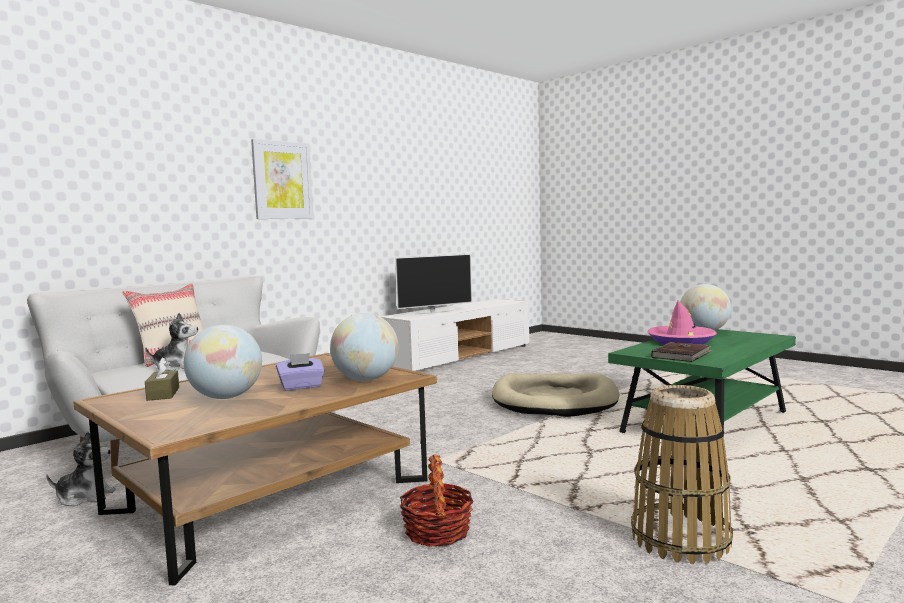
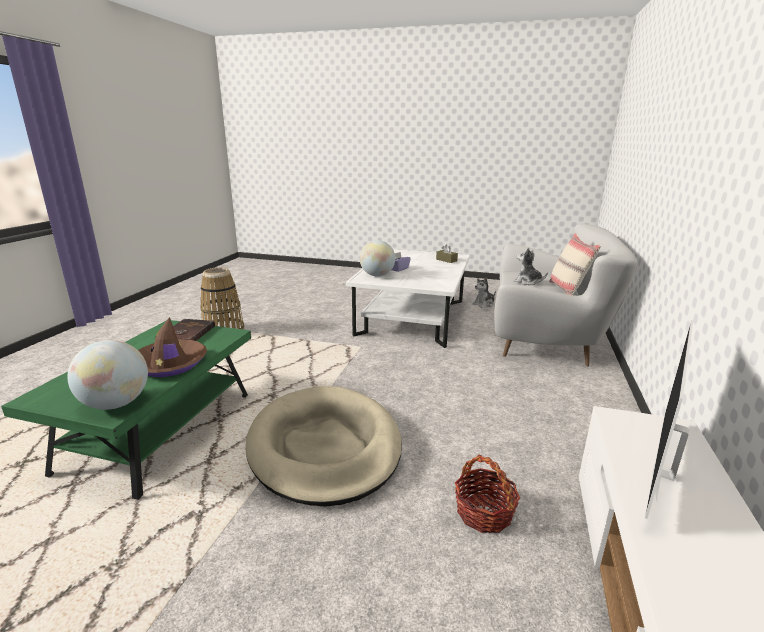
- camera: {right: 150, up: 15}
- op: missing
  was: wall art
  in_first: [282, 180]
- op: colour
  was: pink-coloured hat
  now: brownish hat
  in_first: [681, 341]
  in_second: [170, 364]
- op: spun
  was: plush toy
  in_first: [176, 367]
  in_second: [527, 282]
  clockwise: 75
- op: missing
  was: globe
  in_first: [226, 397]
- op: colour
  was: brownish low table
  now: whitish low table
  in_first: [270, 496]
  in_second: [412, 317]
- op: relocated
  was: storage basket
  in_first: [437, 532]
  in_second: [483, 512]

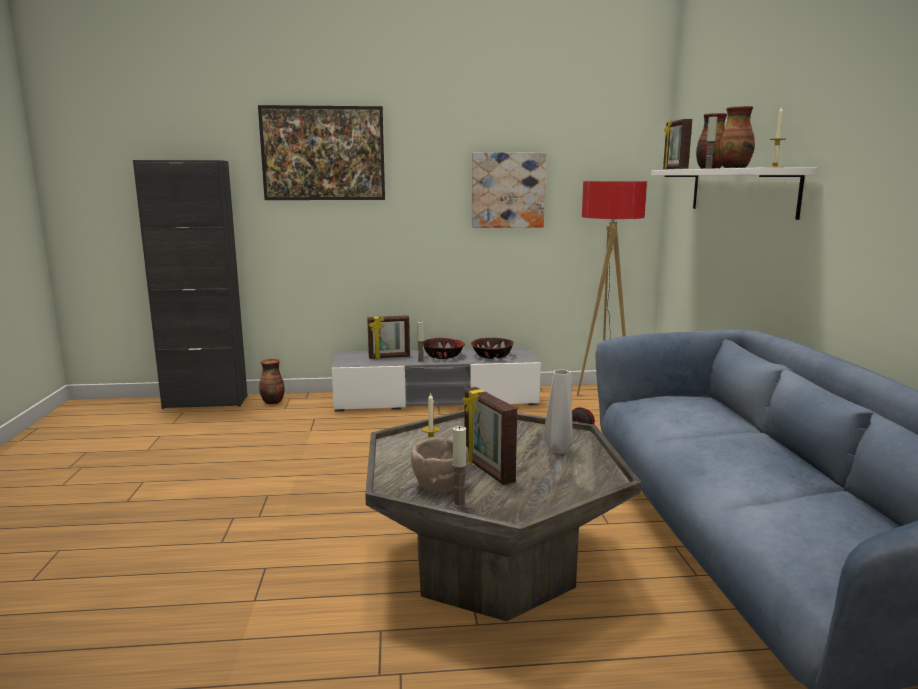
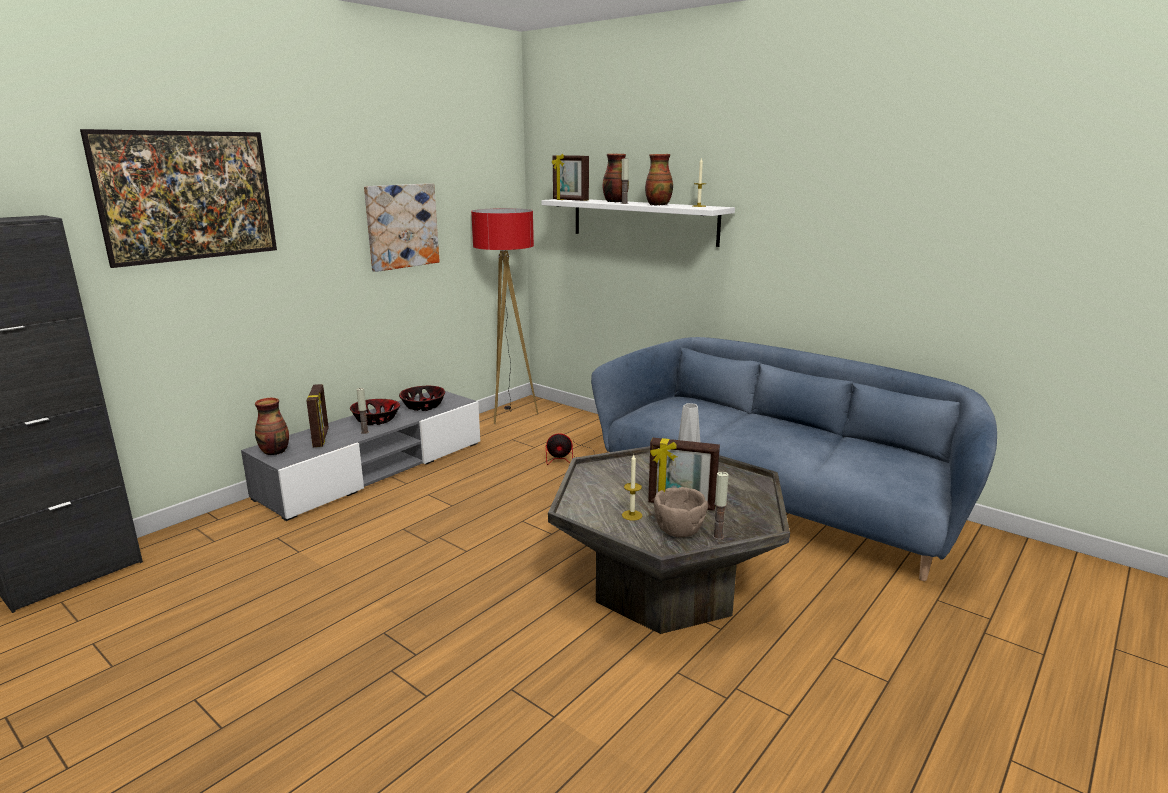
- camera: {right: -45, up: 5}
- op: spun
  was: photo frame
  in_first: [389, 357]
  in_second: [321, 438]
  clockwise: -45
- op: relocated
  was: decorative vase
  in_first: [273, 402]
  in_second: [275, 451]

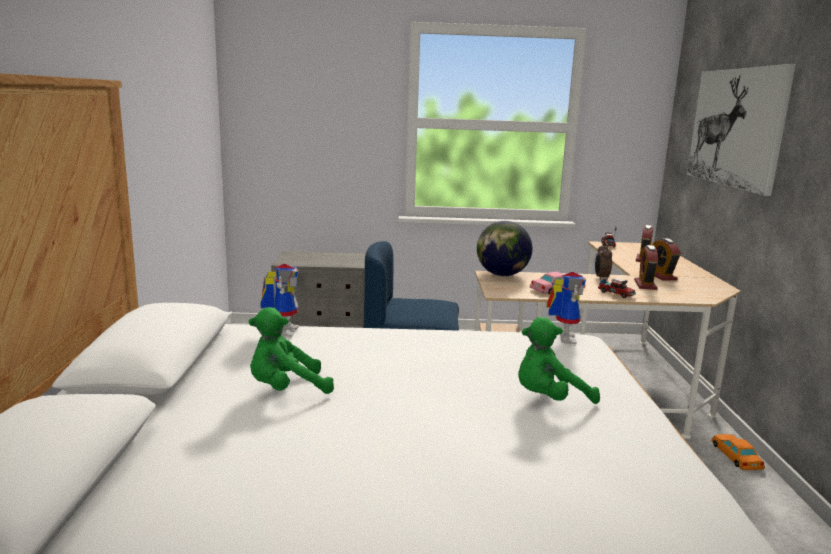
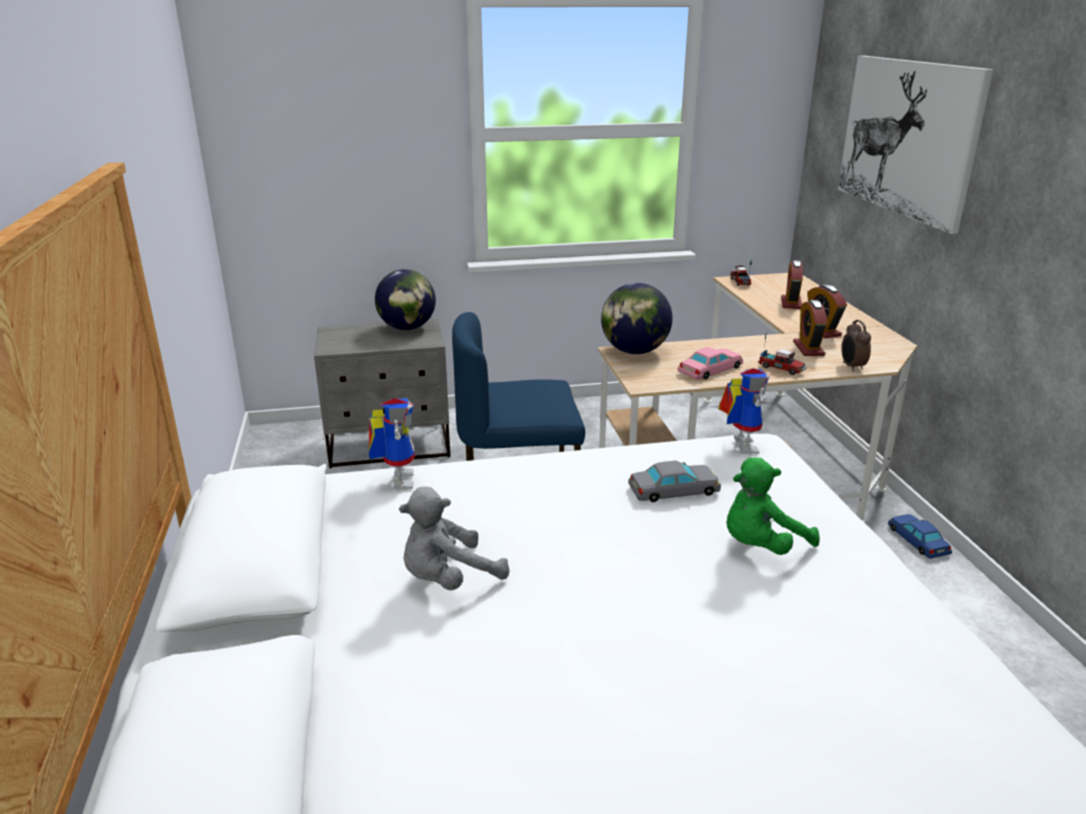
- camera: {right: -10, up: 10}
- op: relocated
  was: table clock
  in_first: [601, 278]
  in_second: [852, 367]
- op: colour
  was: greenish plush toy
  now: grey plush toy
  in_first: [286, 390]
  in_second: [448, 579]
- op: colour
  was: orange miniature car
  now: bluish miniature car
  in_first: [736, 456]
  in_second: [917, 540]
- op: appeared
  now: globe
  in_second: [407, 328]
- op: appeared
  now: grey miniature car
  in_second: [674, 489]

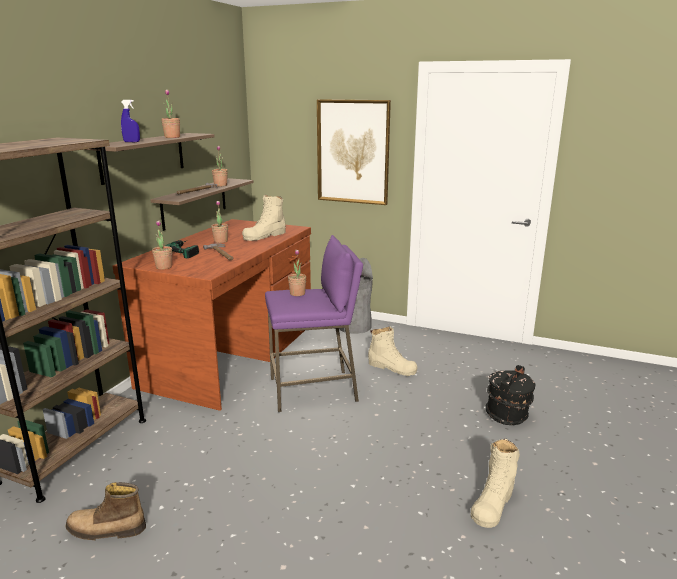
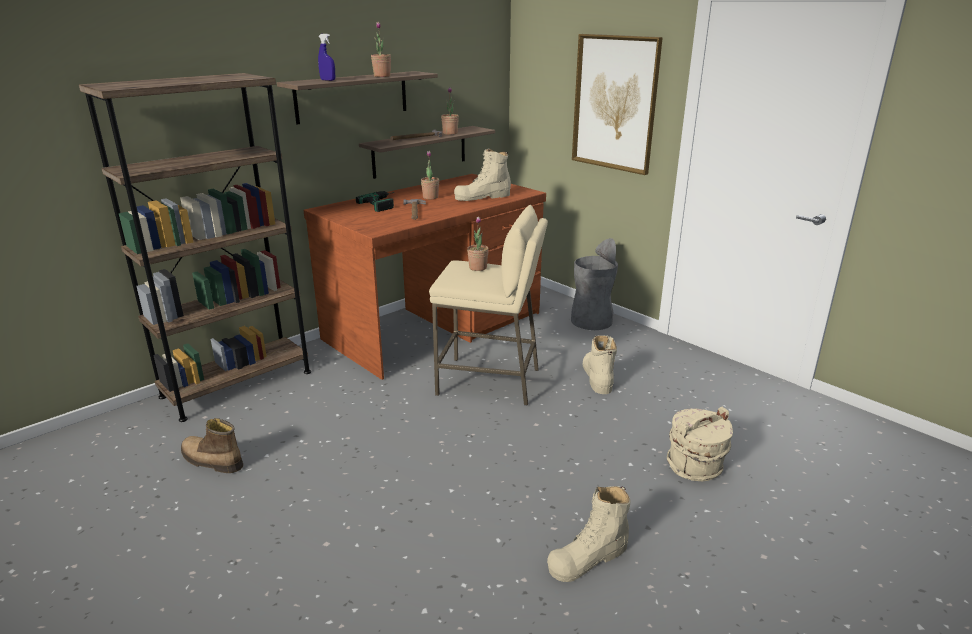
- camera: {right: 25, up: 5}
- op: missing
  was: potted plant
  in_first: [164, 267]
- op: colour
  was: purple sitting stool
  now: beige sitting stool
  in_first: [313, 390]
  in_second: [489, 381]
- op: spun
  was: beige boot
  in_first: [392, 367]
  in_second: [597, 377]
  clockwise: -150
- op: colour
  was: black-coloured pail
  now: beige pail
  in_first: [507, 415]
  in_second: [695, 467]

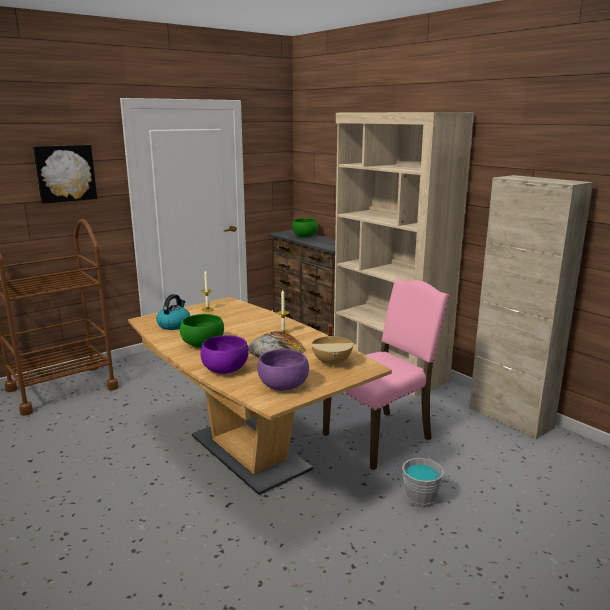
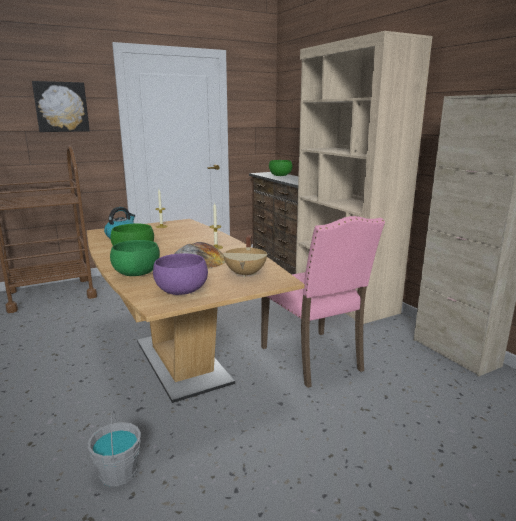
- camera: {right: 10, up: 0}
- op: spun
  was: pink-coloured chair
  in_first: [380, 437]
  in_second: [314, 359]
  clockwise: 90
- op: colour
  was: purple bowl
  now: greenish bowl
  in_first: [225, 369]
  in_second: [136, 273]
- op: relocated
  was: grey pail
  in_first: [421, 498]
  in_second: [119, 472]

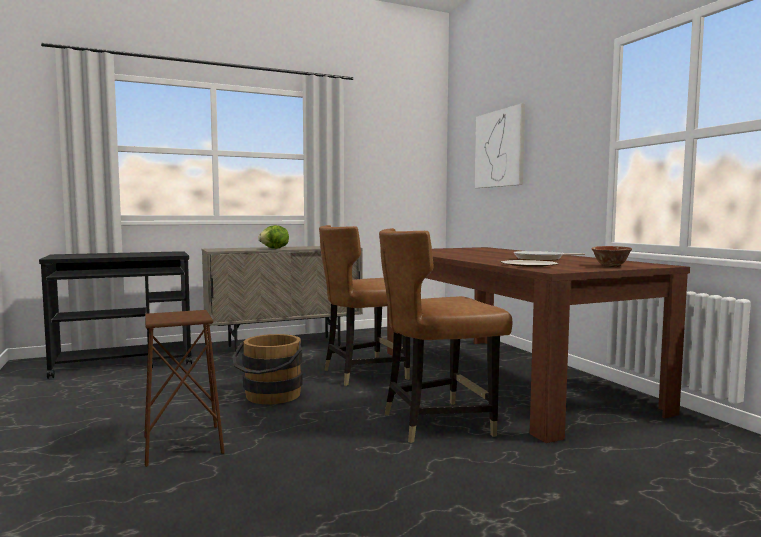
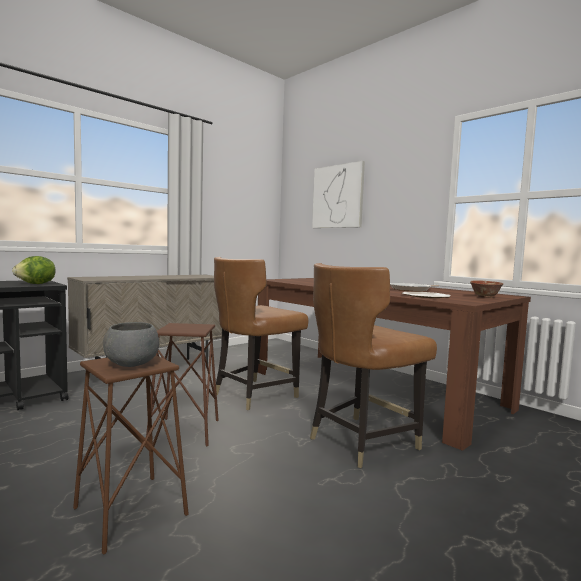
- camera: {right: -20, up: 0}
- op: relocated
  was: head of lettuce
  in_first: [275, 248]
  in_second: [36, 284]
- op: exchanged
  was: brownish pail
  now: brownish sitting stool
  in_first: [270, 397]
  in_second: [184, 431]
- op: appeared
  now: grey bowl
  in_second: [131, 365]

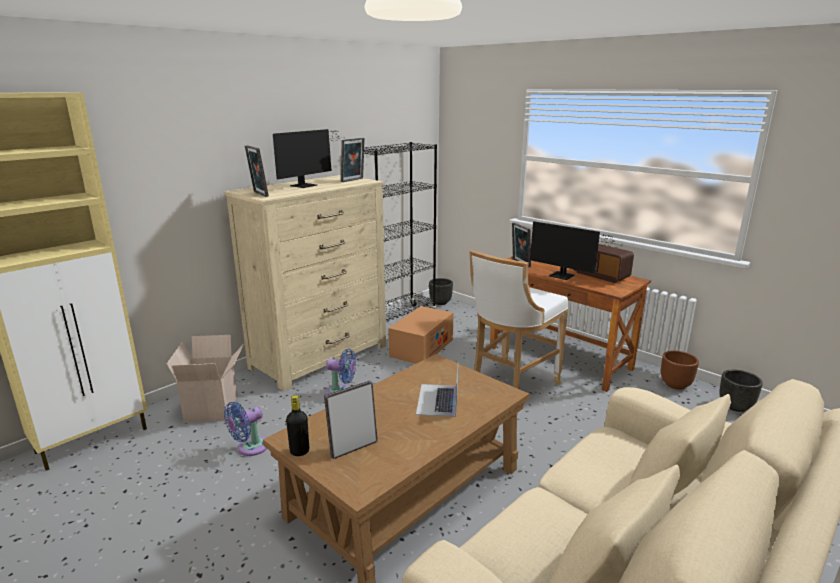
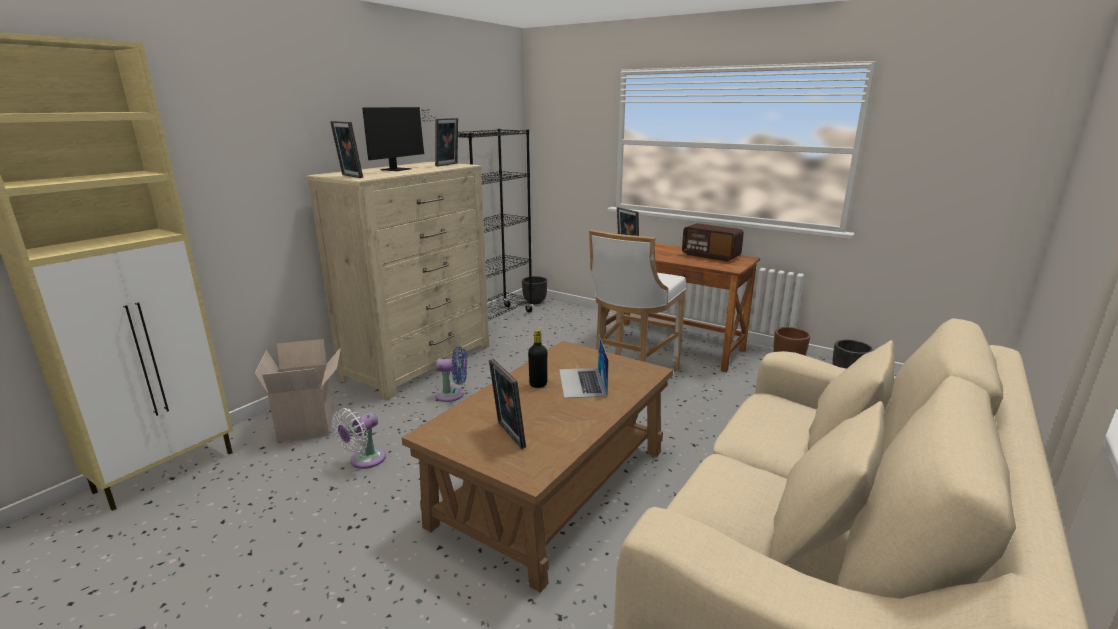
- camera: {right: -10, up: 0}
- op: missing
  was: monitor
  in_first: [564, 276]
- op: missing
  was: carton
  in_first: [421, 348]
- op: spun
  was: photo frame
  in_first: [353, 447]
  in_second: [508, 435]
  clockwise: -75
- op: relocated
  was: black-coloured bottle
  in_first: [299, 451]
  in_second: [538, 384]
- op: colour
  was: bluish cooling fan
  now: whitish cooling fan
  in_first: [250, 448]
  in_second: [364, 460]

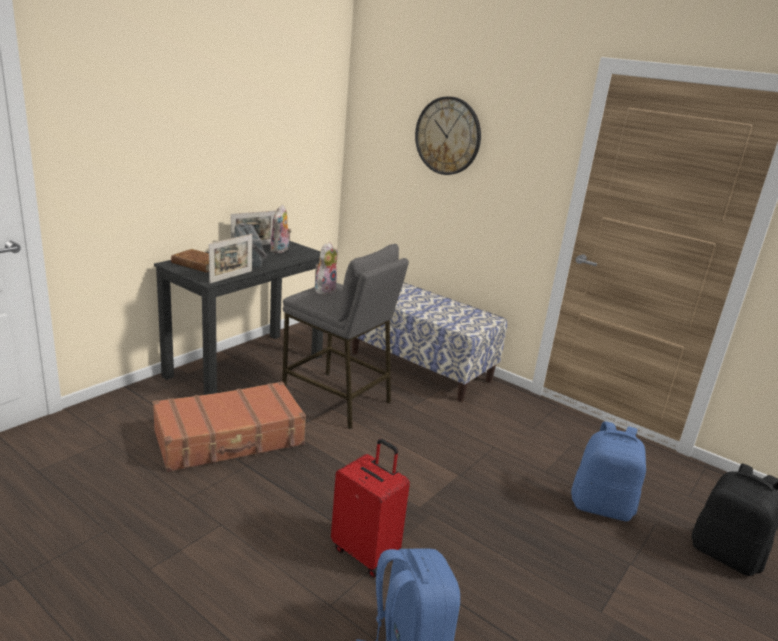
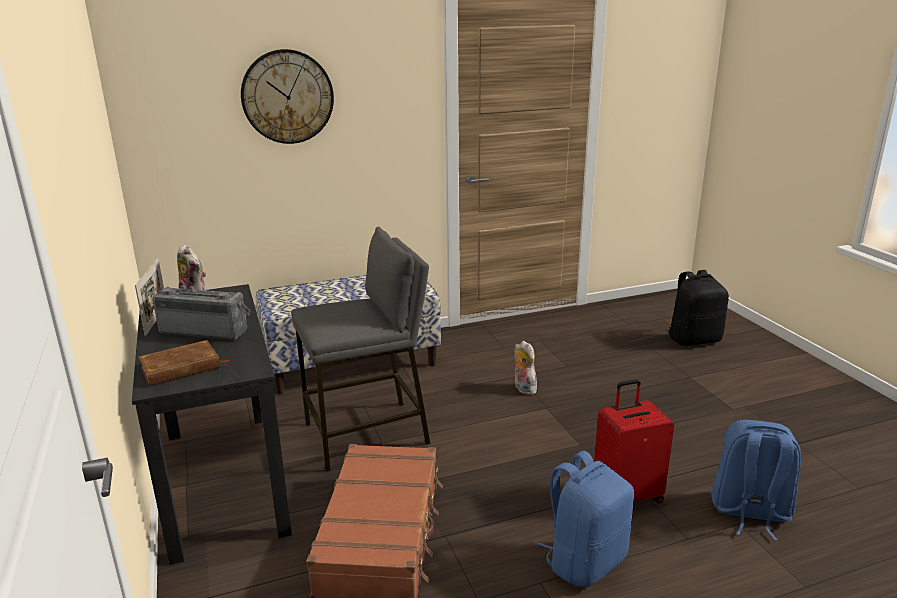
- camera: {right: -55, up: 0}
- op: missing
  was: photo frame
  in_first: [231, 277]
- op: relocated
  was: plush toy
  in_first: [324, 290]
  in_second: [523, 388]
- op: relocated
  was: bluish rucksack
  in_first: [602, 506]
  in_second: [584, 561]

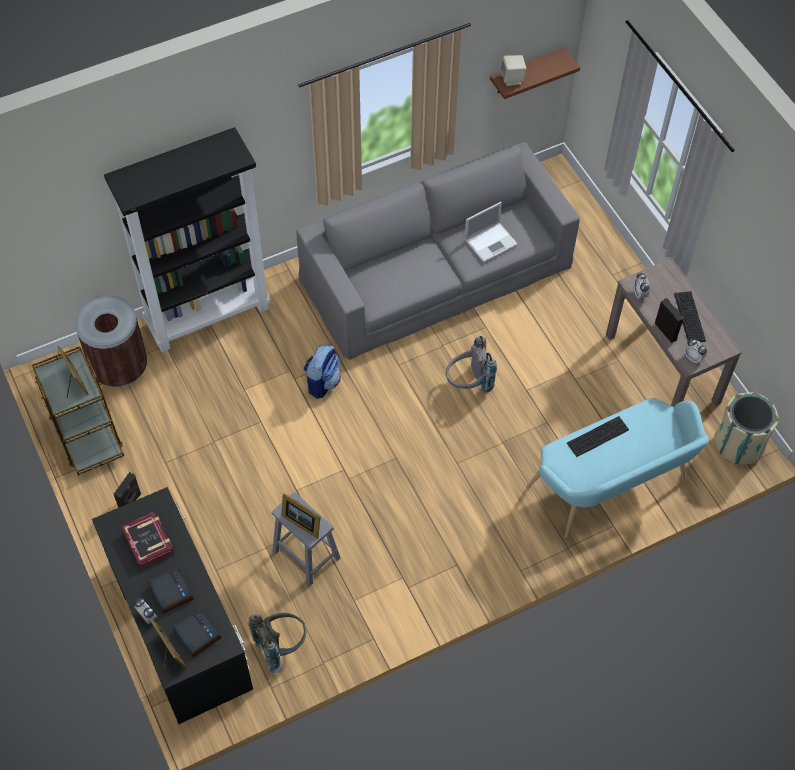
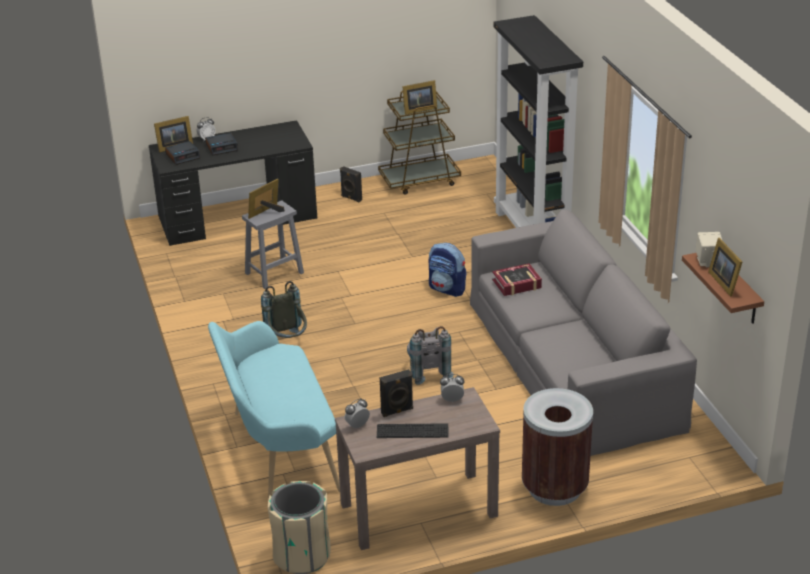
- camera: {right: 100, up: -25}
- op: missing
  was: notebook computer
  in_first: [491, 241]
- op: relocated
  was: brownish waste bin
  in_first: [120, 368]
  in_second: [554, 488]
- op: missing
  was: PC keyboard
  in_first: [597, 436]
- op: relocated
  was: volume
  in_first: [149, 542]
  in_second: [517, 284]
- op: relocated
  was: grey rucksack
  in_first: [281, 645]
  in_second: [288, 342]
- op: appeared
  now: photo frame
  in_second: [724, 282]

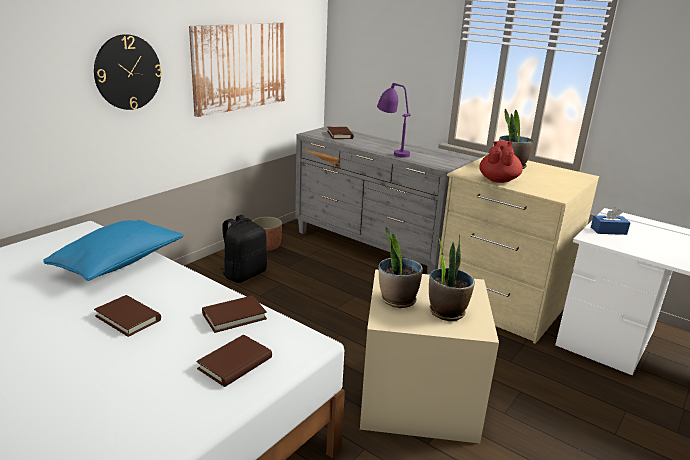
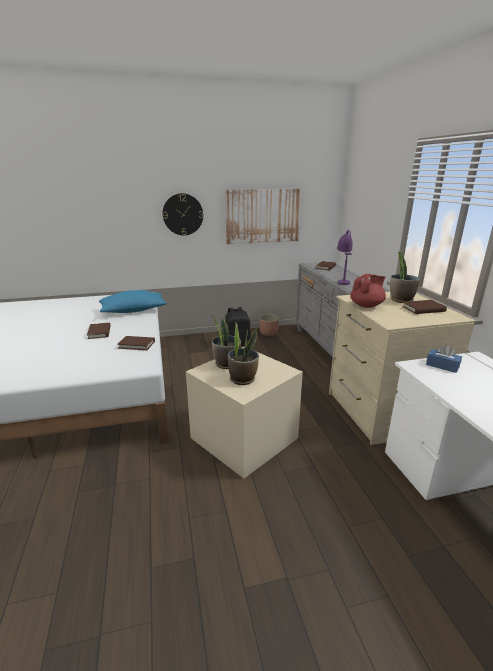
- camera: {right: 40, up: 0}
- op: relocated
  was: brownish volume
  in_first: [235, 363]
  in_second: [423, 309]

